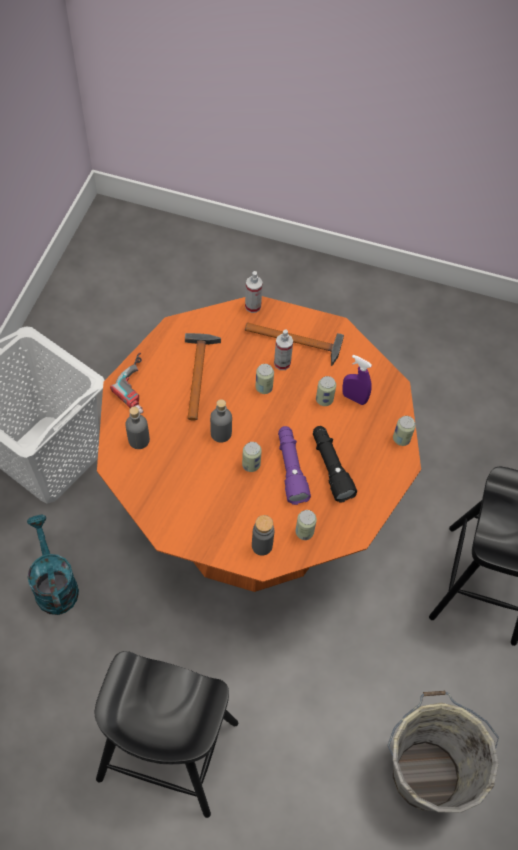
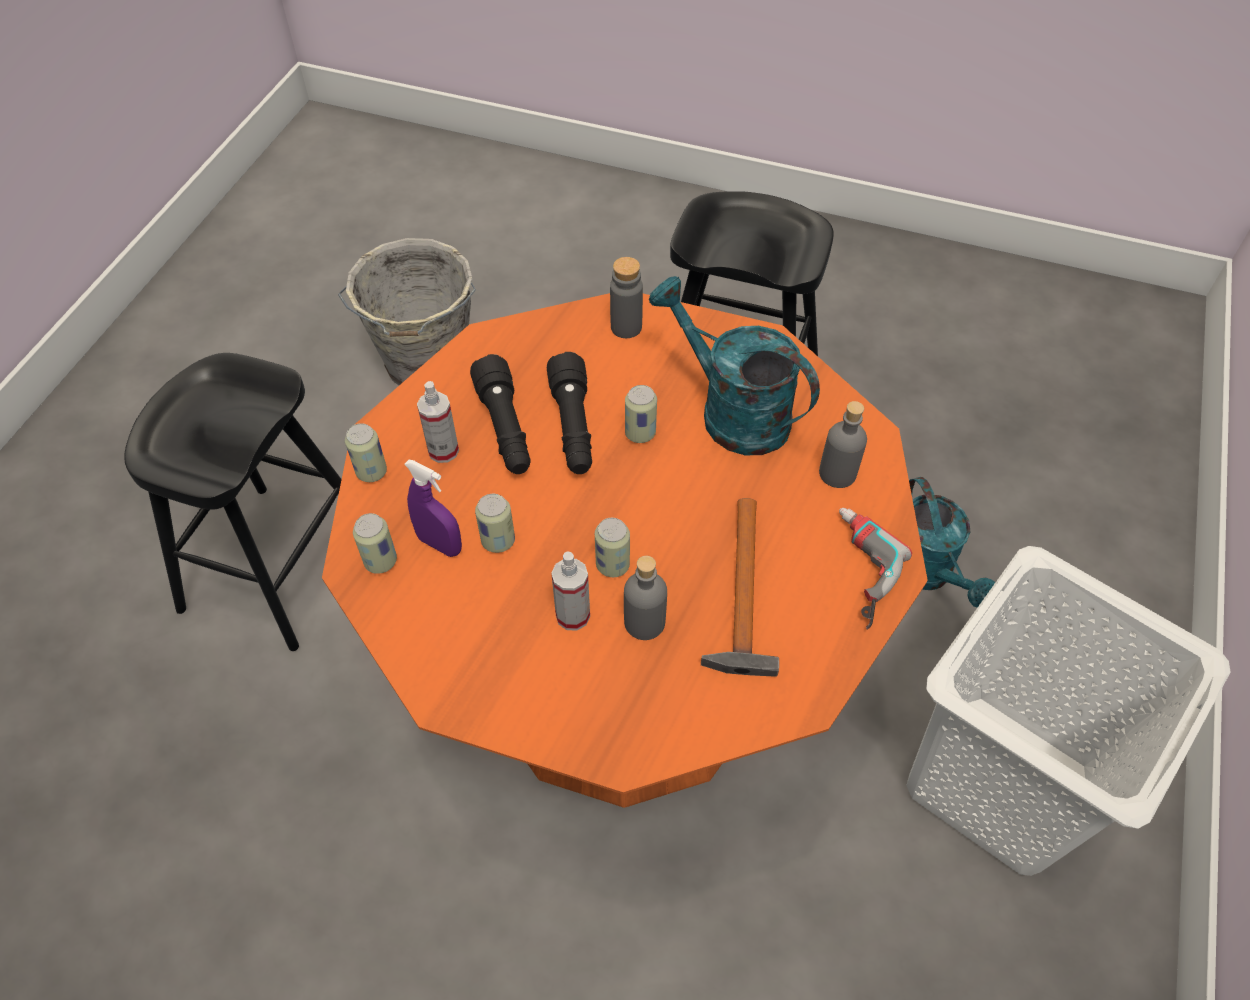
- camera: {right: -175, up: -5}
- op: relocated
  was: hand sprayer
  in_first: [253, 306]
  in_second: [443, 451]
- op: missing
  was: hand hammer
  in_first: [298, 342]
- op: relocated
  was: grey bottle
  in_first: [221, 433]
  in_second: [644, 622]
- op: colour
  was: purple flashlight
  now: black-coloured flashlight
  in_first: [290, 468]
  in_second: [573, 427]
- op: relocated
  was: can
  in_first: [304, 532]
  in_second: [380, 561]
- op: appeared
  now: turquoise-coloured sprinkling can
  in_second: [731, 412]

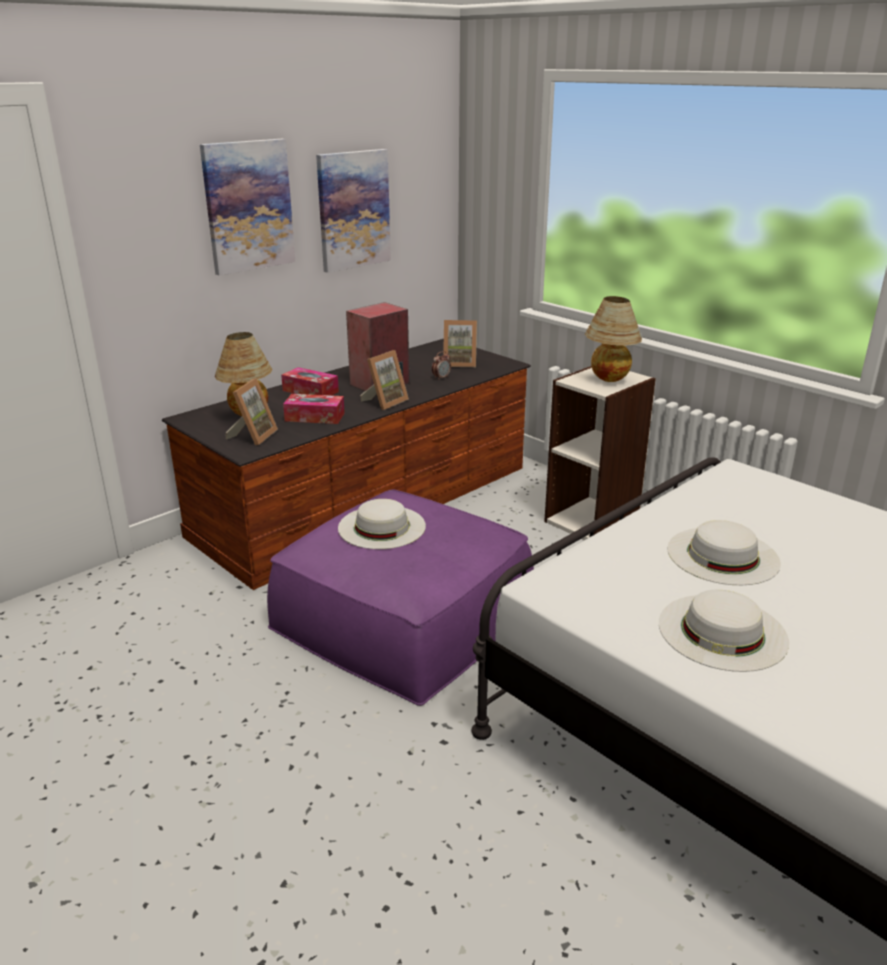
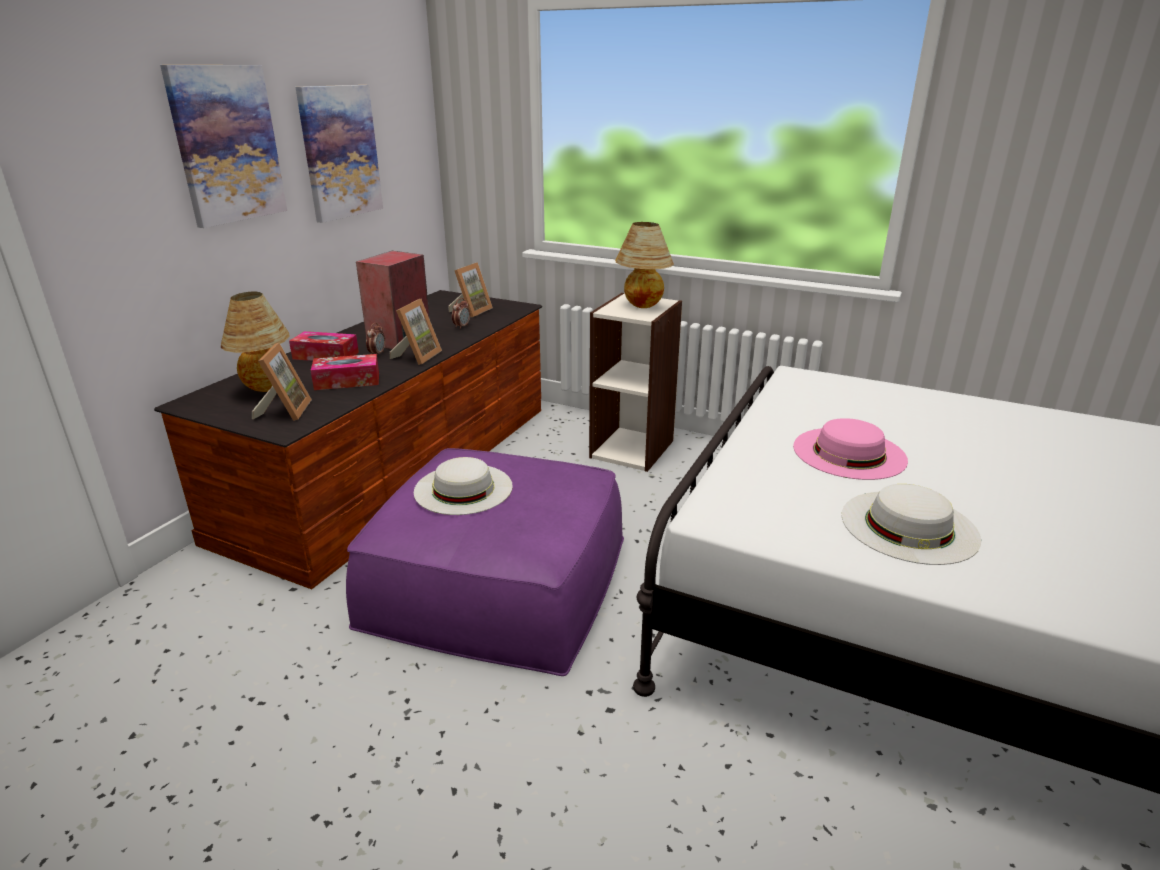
- camera: {right: -20, up: 0}
- op: spun
  was: photo frame
  in_first: [459, 363]
  in_second: [471, 311]
  clockwise: -45
- op: colour
  was: whitish hat
  now: pink-coloured hat
  in_first: [723, 555]
  in_second: [849, 453]
- op: appeared
  now: table clock
  in_second: [377, 354]

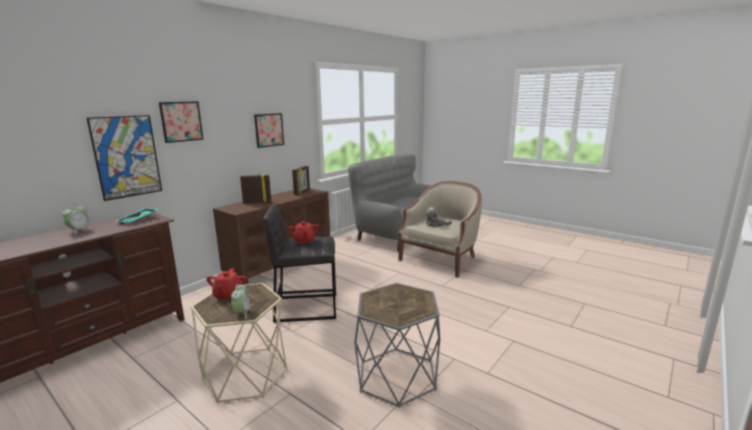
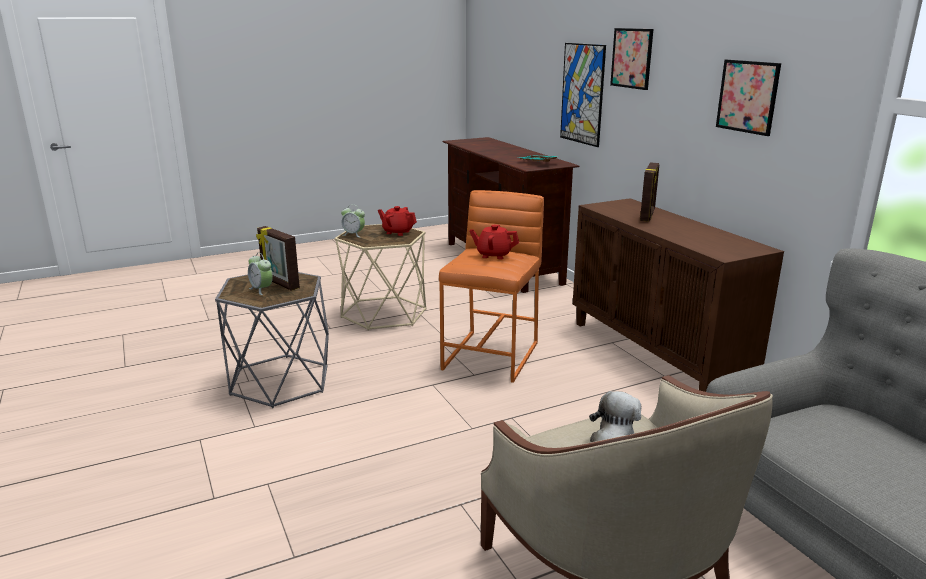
- camera: {right: 115, up: 5}
- op: relocated
  was: photo frame
  in_first: [302, 192]
  in_second: [280, 283]
- op: relocated
  was: table clock
  in_first: [79, 230]
  in_second: [261, 289]
- op: colour
  was: grey sitting stool
  now: orange sitting stool
  in_first: [306, 307]
  in_second: [492, 355]

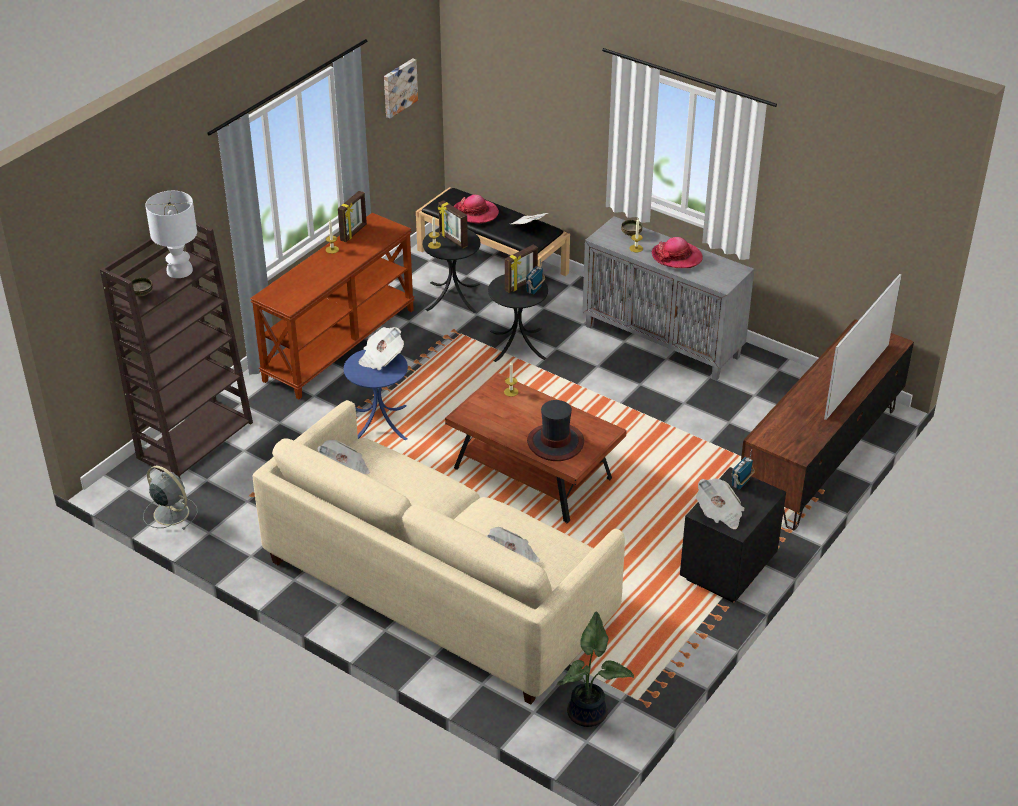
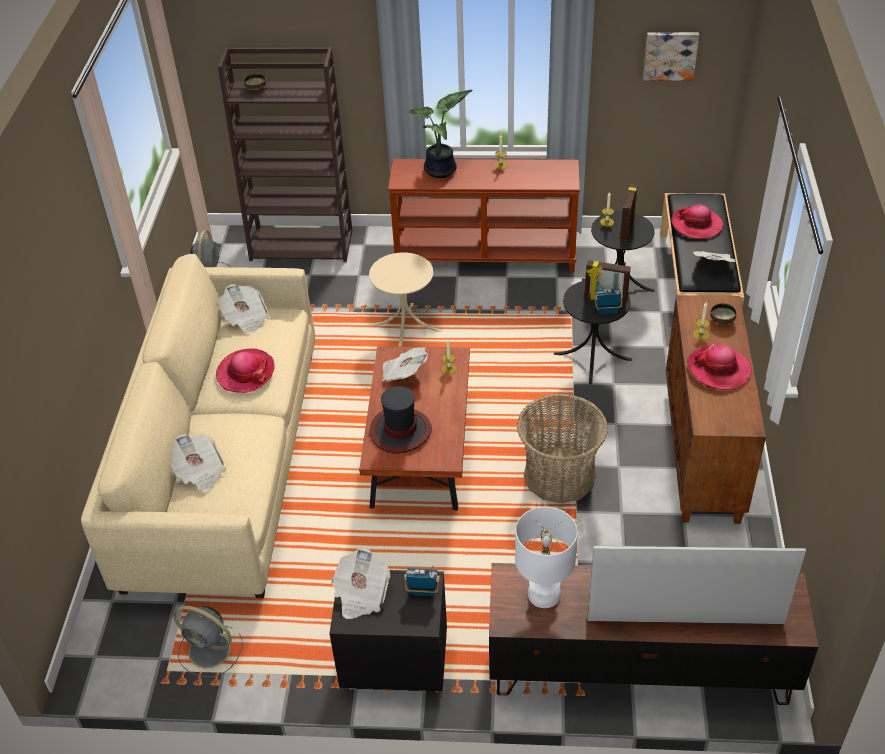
- camera: {right: 60, up: 5}
- op: relocated
  was: whitish table lamp
  in_first: [180, 271]
  in_second: [543, 595]
- op: missing
  was: photo frame
  in_first: [354, 233]
- op: colour
  was: grey cabinet
  now: brownish cabinet
  in_first: [663, 341]
  in_second: [703, 453]
- op: relocated
  was: newspaper
  in_first: [381, 358]
  in_second: [404, 373]
- op: colour
  was: bluish side table
  now: beige side table
  in_first: [379, 423]
  in_second: [405, 328]
- op: relocated
  was: potted plant
  in_first: [589, 712]
  in_second: [442, 171]
- op: appeared
  now: hat
  in_second: [245, 373]
- op: appeared
  now: storage basket
  in_second: [559, 476]
- op: appeared
  now: grey cooling fan
  in_second: [211, 650]

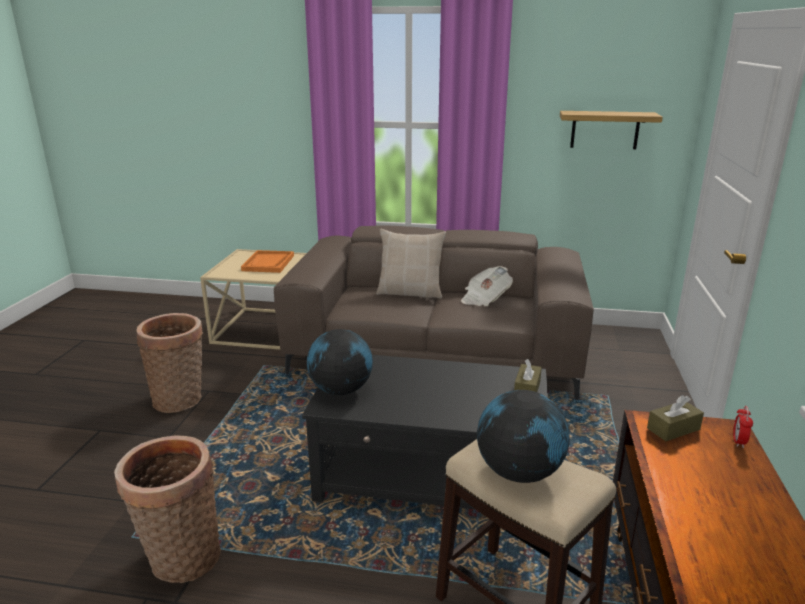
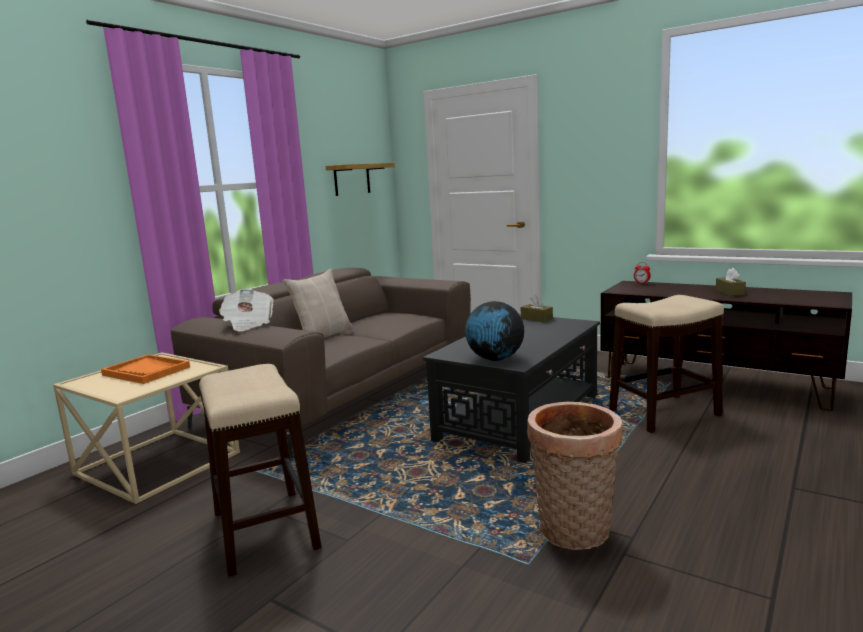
- camera: {right: -65, up: -10}
- op: relocated
  was: newspaper
  in_first: [484, 299]
  in_second: [248, 324]
- op: exchanged
  was: storage basket
  now: sitting stool
  in_first: [181, 399]
  in_second: [264, 529]
- op: missing
  was: globe
  in_first: [519, 472]
- op: relocated
  was: brownish box of tissues
  in_first: [673, 429]
  in_second: [729, 292]

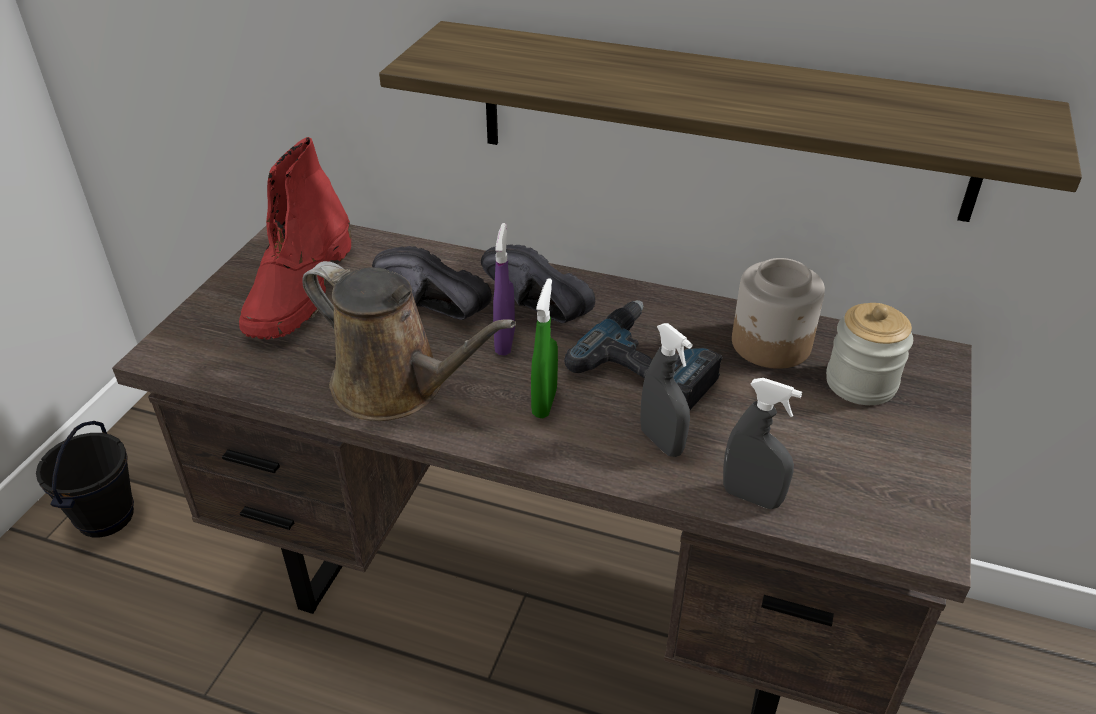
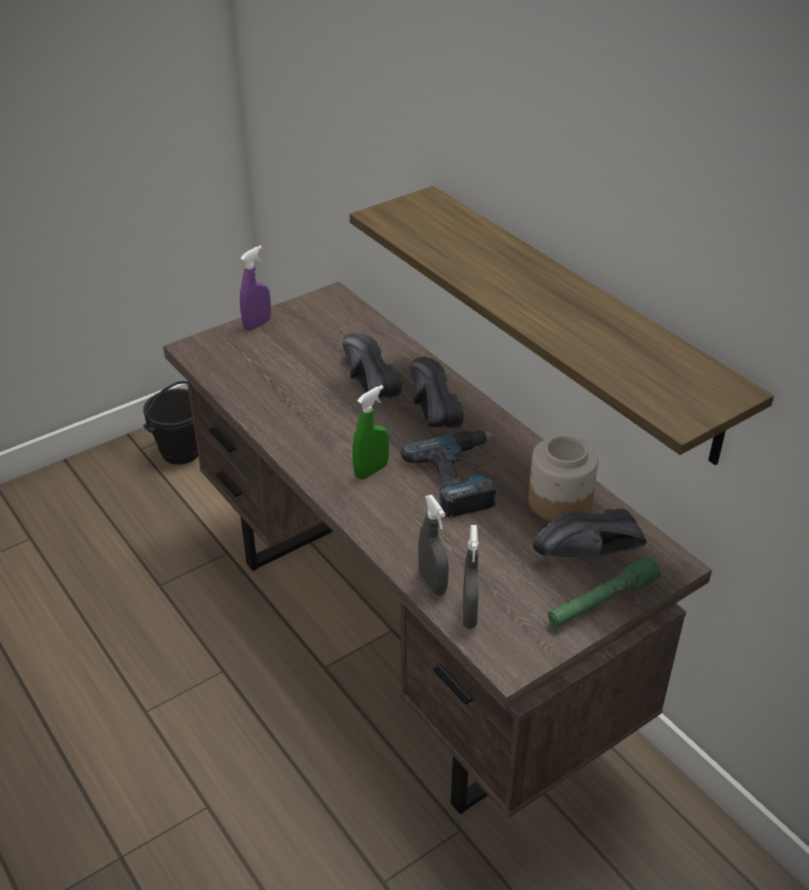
- camera: {right: 35, up: 0}
- op: missing
  was: red-coloured boot
  in_first: [301, 289]
- op: relocated
  was: purple hand sprayer
  in_first: [505, 342]
  in_second: [257, 324]
- op: missing
  was: brownish sprinkling can
  in_first: [397, 387]
- op: exchanged
  was: storage jar
  now: black-coloured shoe
  in_first: [860, 383]
  in_second: [591, 554]
- op: relocated
  was: grey hand sprayer
  in_first: [661, 442]
  in_second: [469, 614]
- op: appeared
  now: greenish flashlight
  in_second: [601, 602]

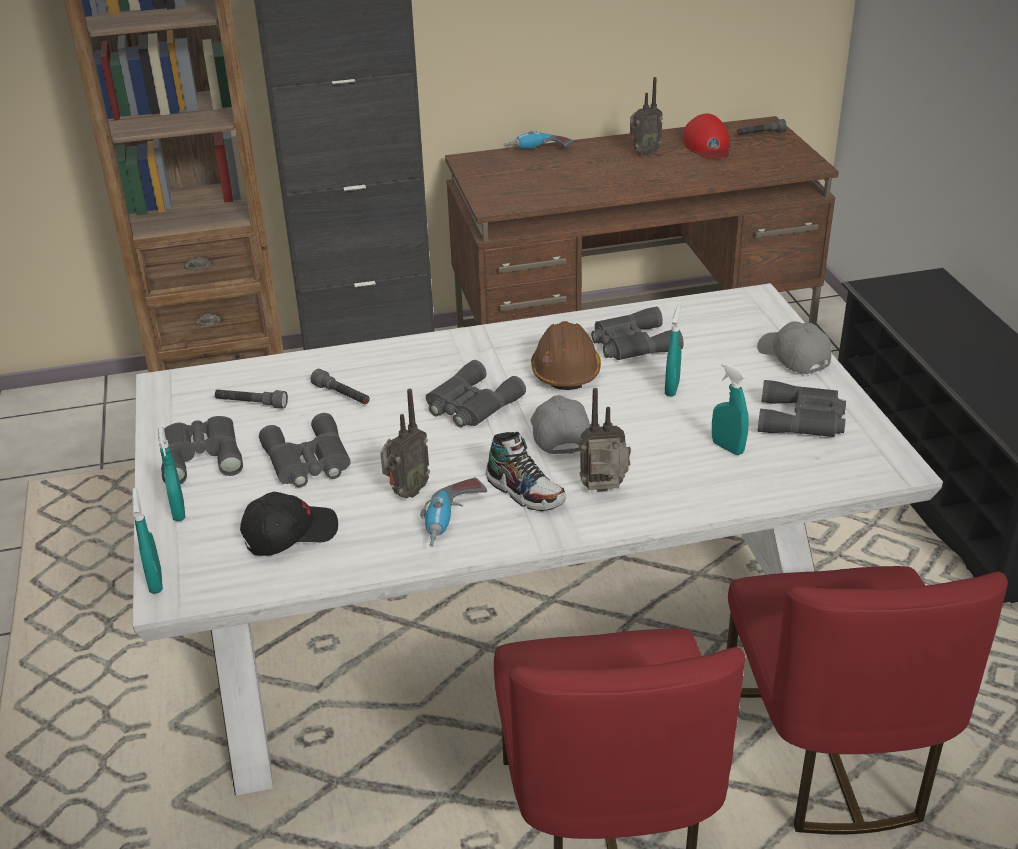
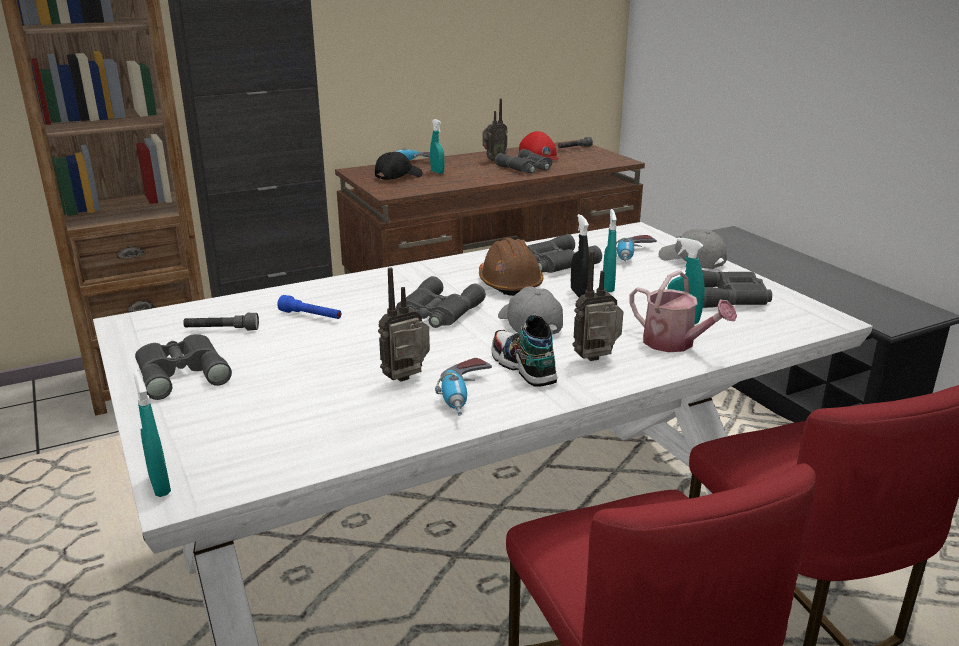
- camera: {right: -15, up: -10}
- op: colour
  was: grey flashlight
  now: bluish flashlight
  in_first: [342, 395]
  in_second: [311, 316]
- op: spun
  was: radio receiver
  in_first: [406, 493]
  in_second: [408, 380]
  clockwise: -150
- op: relocated
  was: grey pair of binoculars
  in_first: [307, 461]
  in_second: [525, 168]
- op: relocated
  was: turquoise-coloured hand sprayer
  in_first: [179, 511]
  in_second: [437, 172]
- op: spun
  was: shoe
  in_first: [525, 491]
  in_second: [523, 367]
  clockwise: -150
- op: relocated
  was: black-coloured cap
  in_first: [289, 534]
  in_second: [398, 176]
- op: appeared
  now: black-coloured hand sprayer
  in_second: [579, 293]
- op: appeared
  now: drill
  in_second: [634, 257]
- op: appeared
  now: sprinkling can
  in_second: [675, 343]

